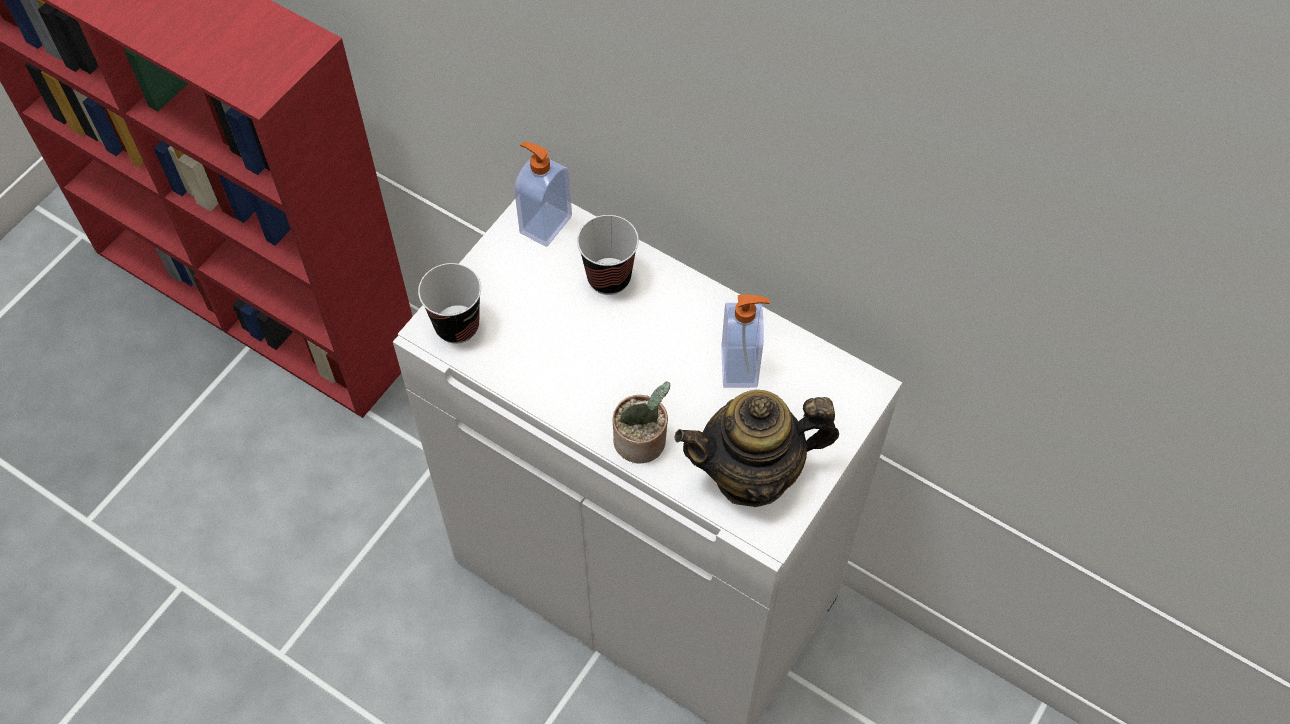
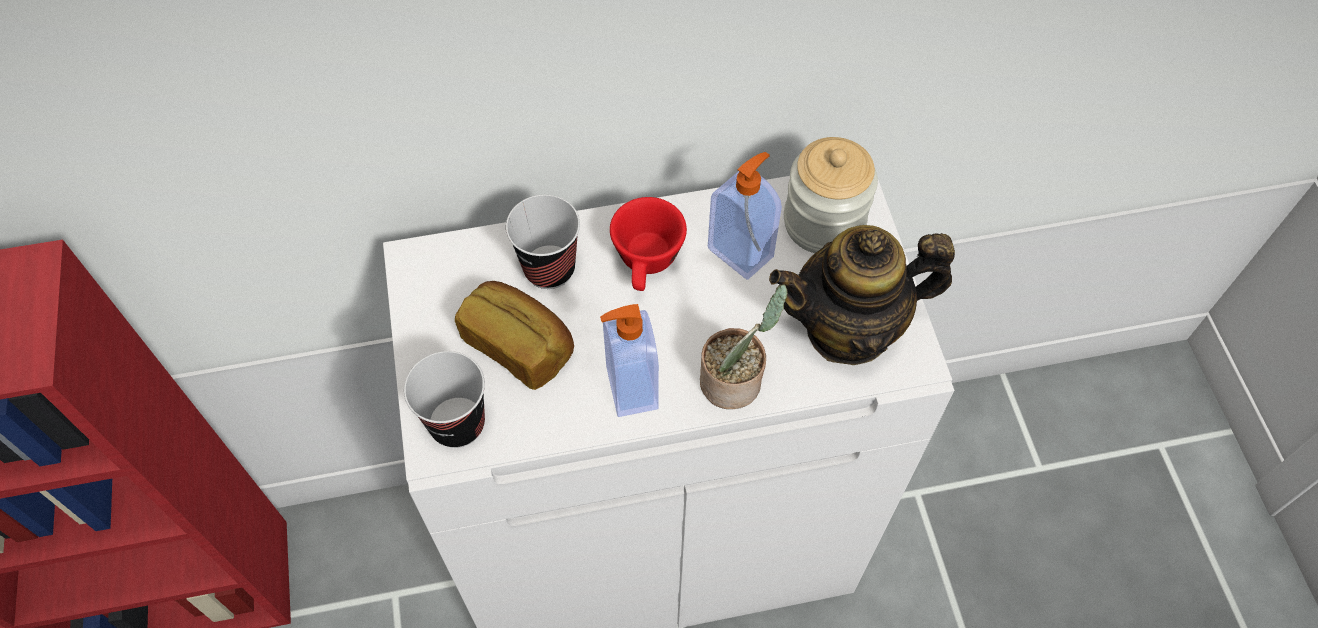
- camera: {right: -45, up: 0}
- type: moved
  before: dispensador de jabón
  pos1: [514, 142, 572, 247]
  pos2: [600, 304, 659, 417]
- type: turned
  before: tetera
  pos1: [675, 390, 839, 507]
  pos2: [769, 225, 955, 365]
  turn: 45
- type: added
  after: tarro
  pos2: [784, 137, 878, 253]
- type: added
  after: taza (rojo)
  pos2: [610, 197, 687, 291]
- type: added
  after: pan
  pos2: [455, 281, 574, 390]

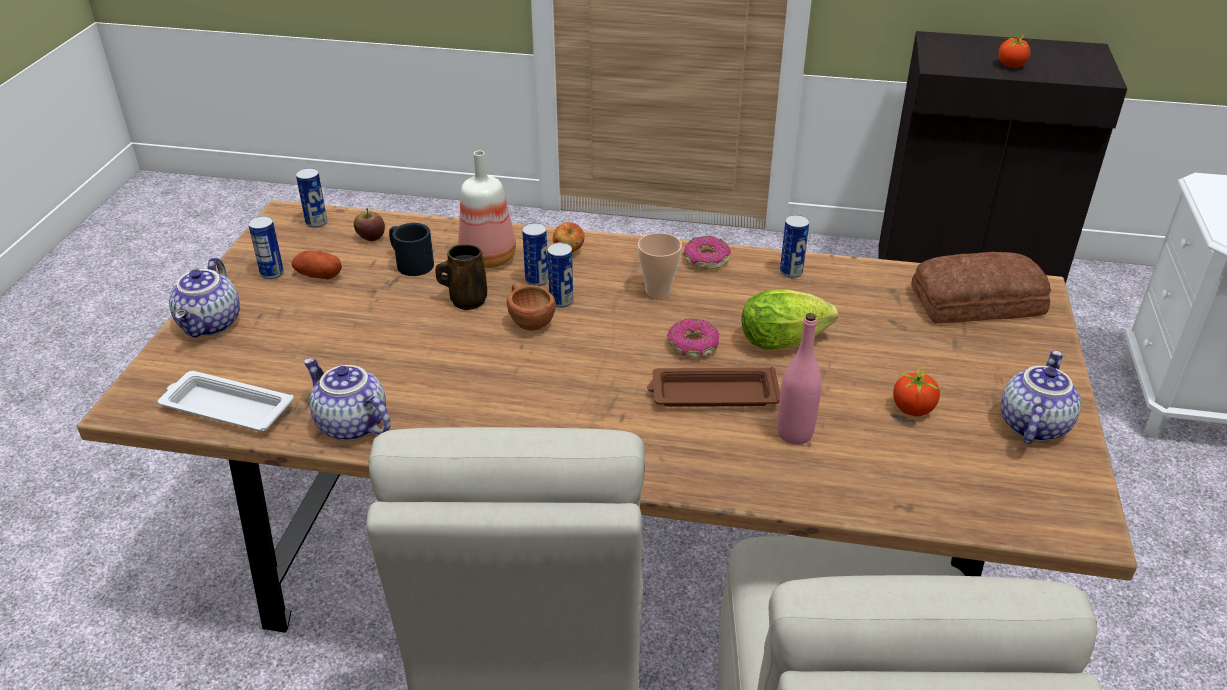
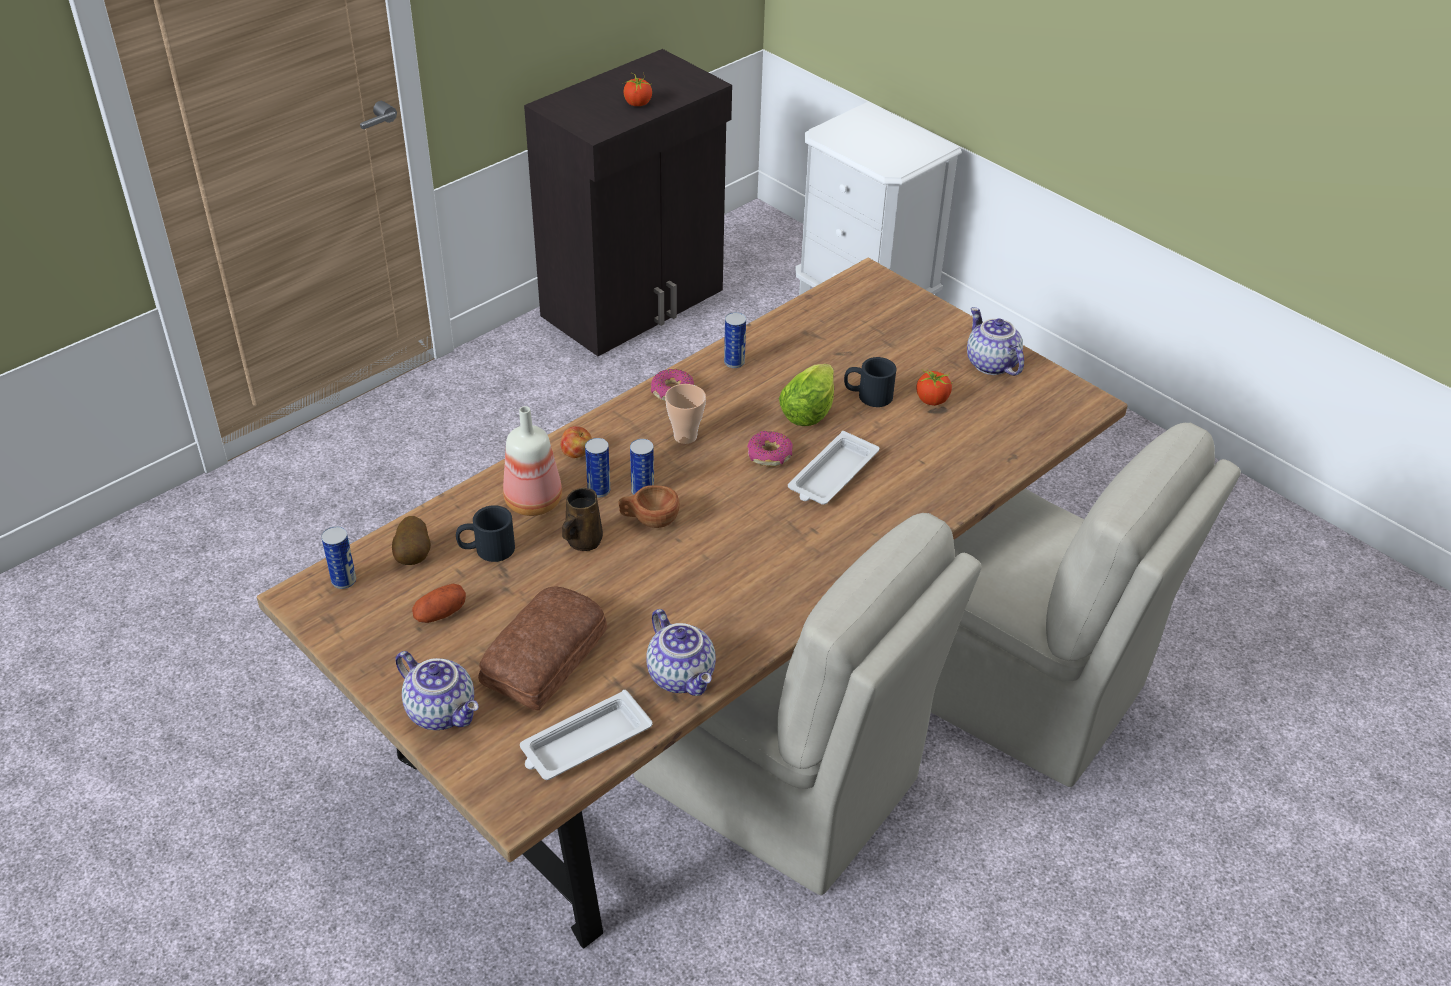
- camera: {right: -55, up: 5}
- type: replaced
  before: manzana
  after: patata
  pos1: [354, 208, 385, 241]
  pos2: [392, 516, 431, 565]
- type: removed
  before: lata
  pos1: [248, 216, 284, 280]
- type: moved
  before: pan
  pos1: [911, 252, 1051, 324]
  pos2: [478, 587, 607, 711]
- type: removed
  before: botella (rosa)
  pos1: [777, 313, 822, 445]
- type: turned
  before: tetera
  pos1: [304, 358, 391, 441]
  pos2: [646, 609, 716, 696]
  turn: -105
- type: recoloured
  before: bandeja (marrón)
  after: bandeja (blanco)
  pos1: [647, 367, 780, 407]
  pos2: [788, 431, 879, 505]
- type: added
  after: taza grande (negro)
  pos2: [844, 357, 896, 407]

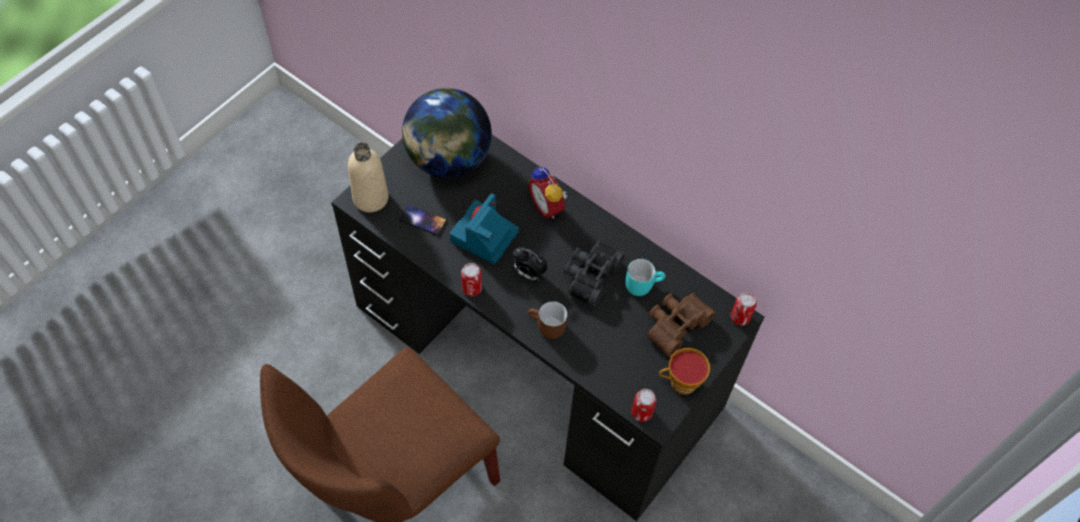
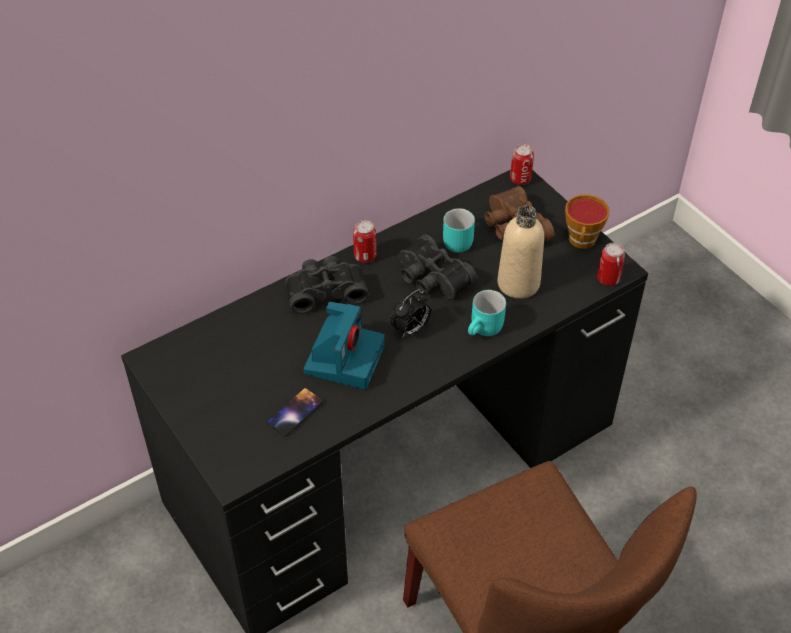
- camera: {right: -70, up: -10}
- type: removed
  before: globo terráqueo
  pos1: [402, 88, 492, 178]
- type: moved
  before: botella (beis)
  pos1: [348, 142, 388, 212]
  pos2: [497, 206, 544, 299]
- type: replaced
  before: despertador
  after: prismáticos (negro)
  pos1: [528, 167, 567, 219]
  pos2: [285, 256, 369, 314]
- type: turned
  before: cámara
  pos1: [450, 193, 519, 264]
  pos2: [304, 302, 385, 390]
  turn: -120
- type: moved
  before: lata
  pos1: [461, 263, 482, 296]
  pos2: [353, 220, 377, 262]
- type: recoloured
  before: taza grande (marrón)
  after: taza grande (turquesa)
  pos1: [528, 301, 568, 339]
  pos2: [468, 290, 506, 336]

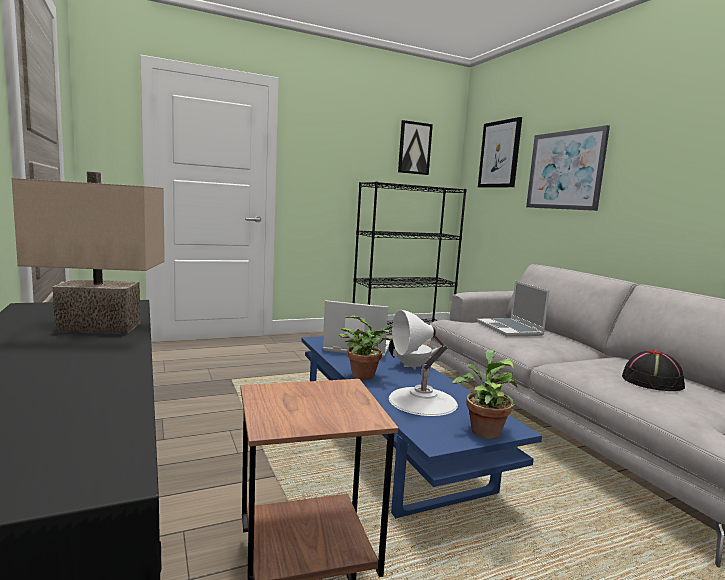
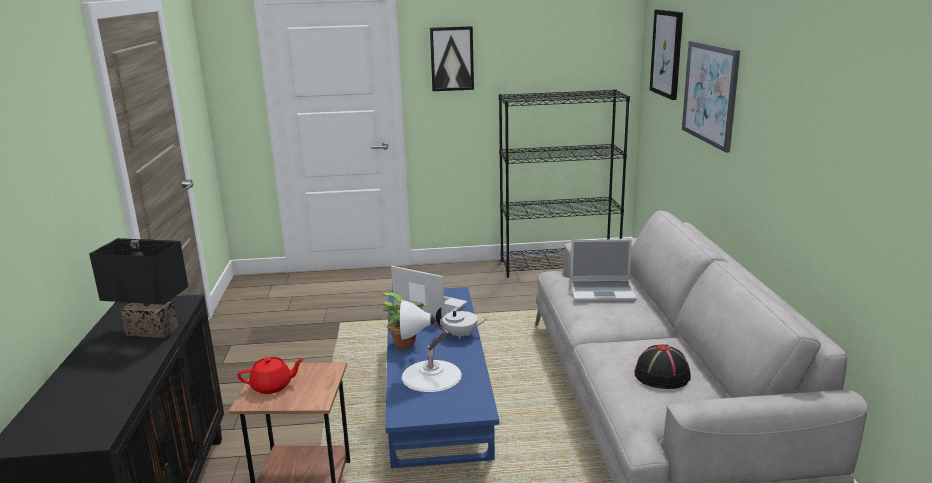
- camera: {right: 20, up: 10}
- type: moved
  before: cuadro
  pos1: [398, 120, 433, 175]
  pos2: [430, 26, 474, 91]
- type: recoloured
  before: lámpara de mesa (beis)
  after: lámpara de mesa (negro)
  pos1: [12, 171, 165, 334]
  pos2: [89, 238, 188, 338]
- type: turned
  before: portátil
  pos1: [477, 281, 549, 337]
  pos2: [570, 239, 637, 302]
  turn: -90
- type: removed
  before: planta en maceta
  pos1: [452, 349, 517, 439]
- type: added
  after: tetera (rojo)
  pos2: [237, 357, 304, 394]

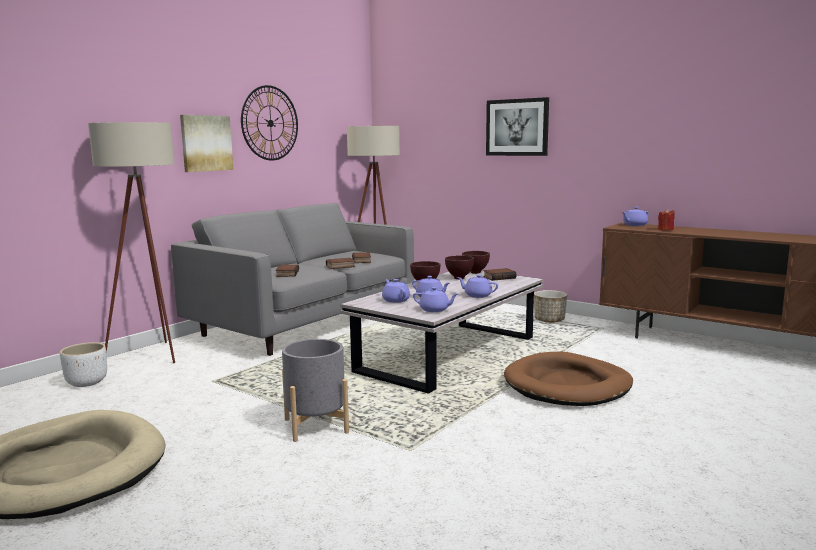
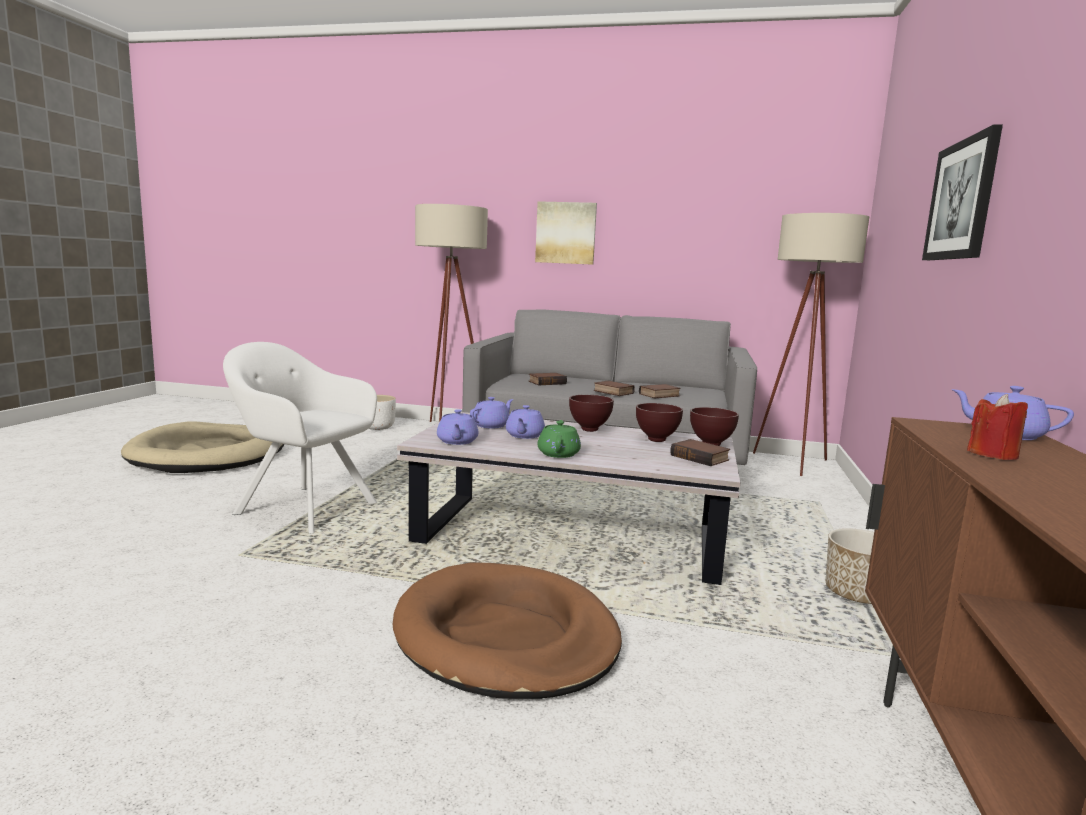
- camera: {right: 65, up: 0}
- type: removed
  before: reloj de pared
  pos1: [241, 85, 298, 161]
- type: recoloured
  before: tetera (morado)
  after: tetera (verde)
  pos1: [457, 275, 498, 298]
  pos2: [538, 420, 581, 458]
- type: replaced
  before: maceta (gris)
  after: sillón (blanco)
  pos1: [282, 339, 349, 442]
  pos2: [223, 342, 377, 534]

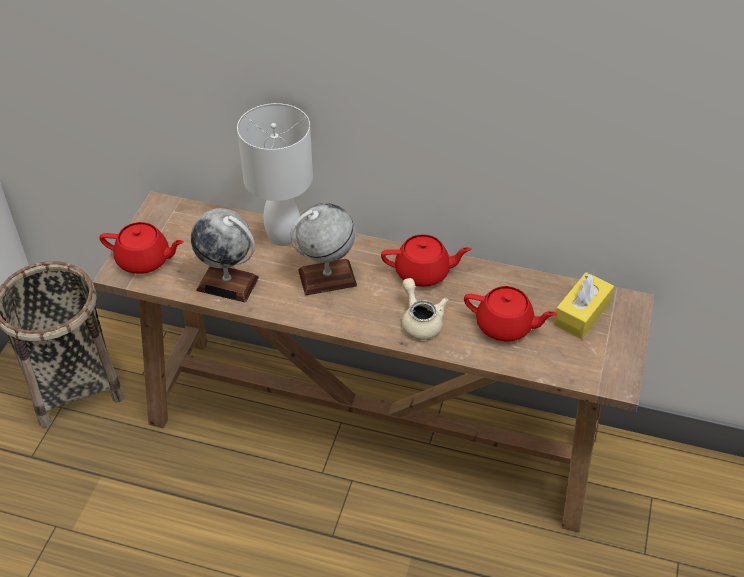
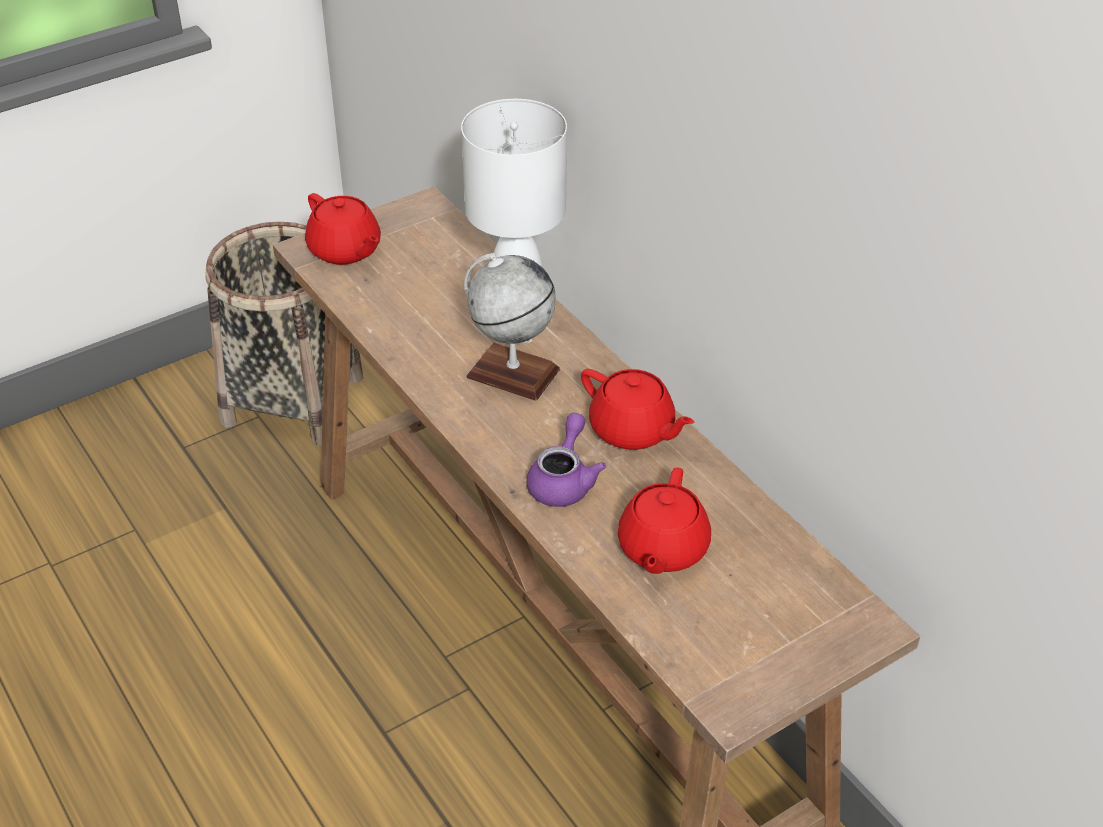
- camera: {right: 40, up: -5}
- type: removed
  before: globo terráqueo
  pos1: [191, 208, 259, 302]
- type: removed
  before: caja de pañuelos (amarillo)
  pos1: [553, 272, 614, 339]
- type: recoloured
  before: tetera (beis)
  after: tetera (morado)
  pos1: [402, 278, 448, 340]
  pos2: [526, 413, 606, 507]
- type: turned
  before: tetera (rojo)
  pos1: [464, 286, 557, 342]
  pos2: [618, 468, 711, 574]
  turn: 45

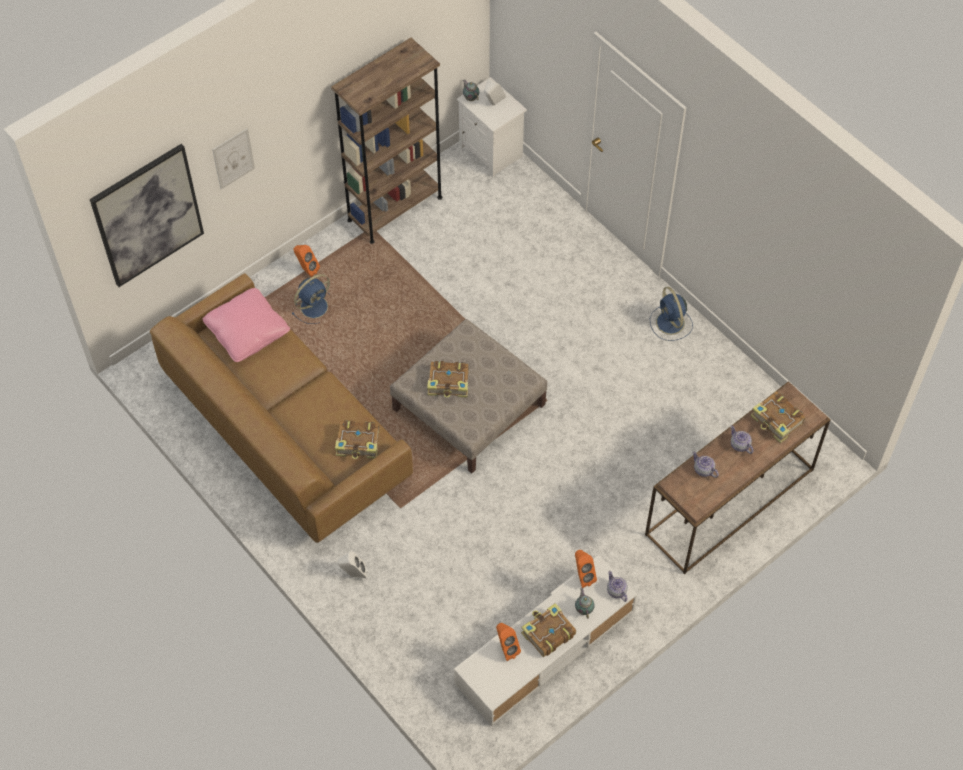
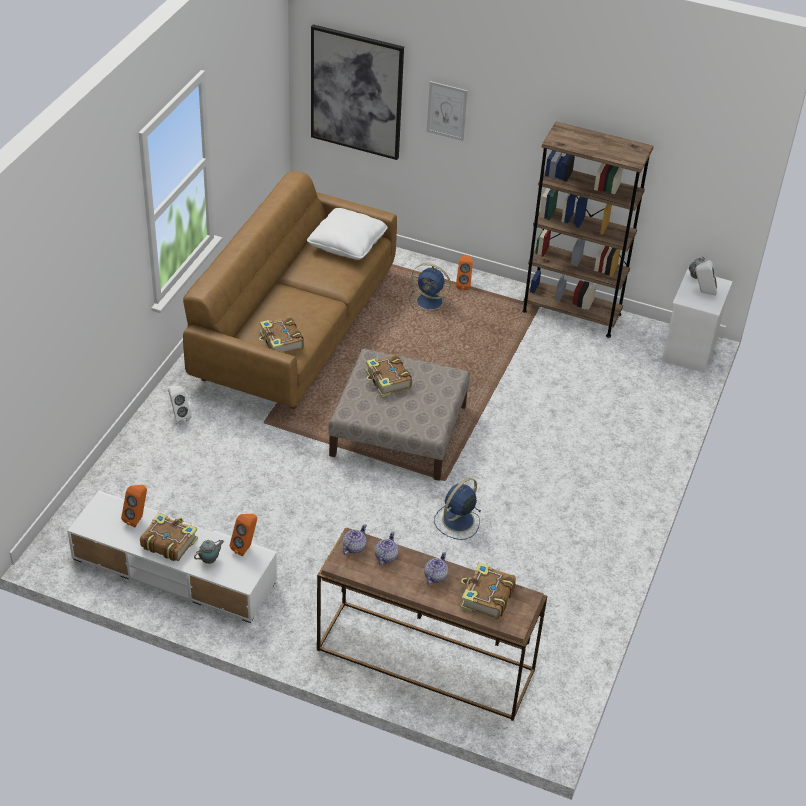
- camera: {right: 60, up: -15}
- type: moved
  before: ventilador (azul)
  pos1: [650, 287, 693, 341]
  pos2: [434, 478, 482, 540]
- type: recoloured
  before: cojín (rosa)
  after: cojín (blanco)
  pos1: [203, 288, 290, 362]
  pos2: [307, 208, 388, 259]
- type: moved
  before: tetera
  pos1: [607, 571, 628, 602]
  pos2: [343, 524, 367, 555]

